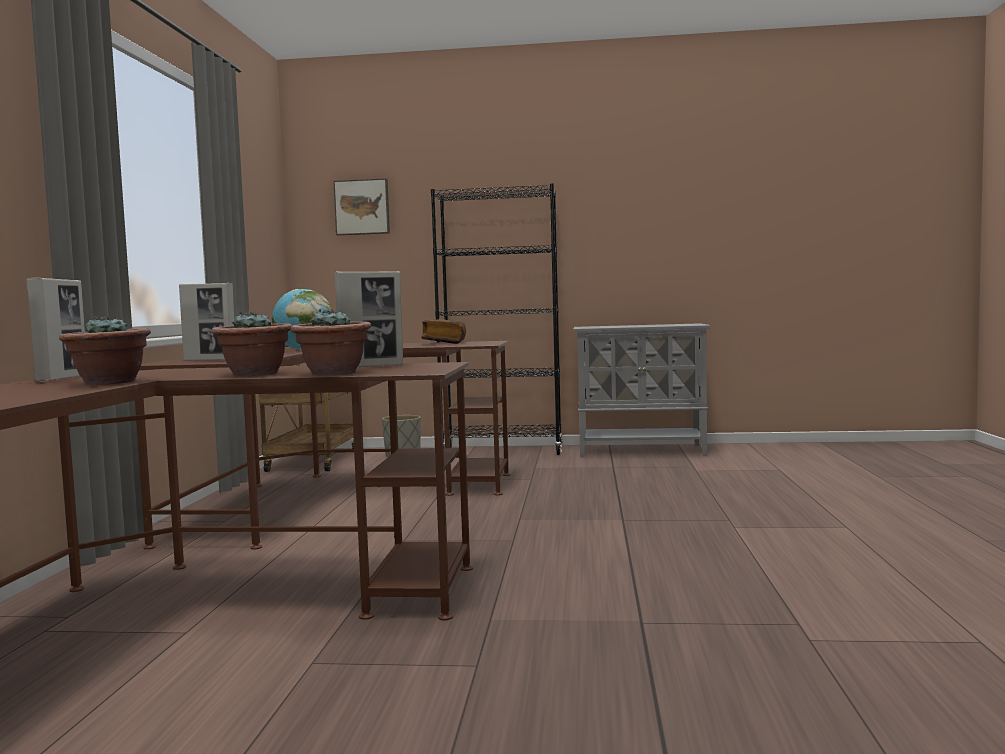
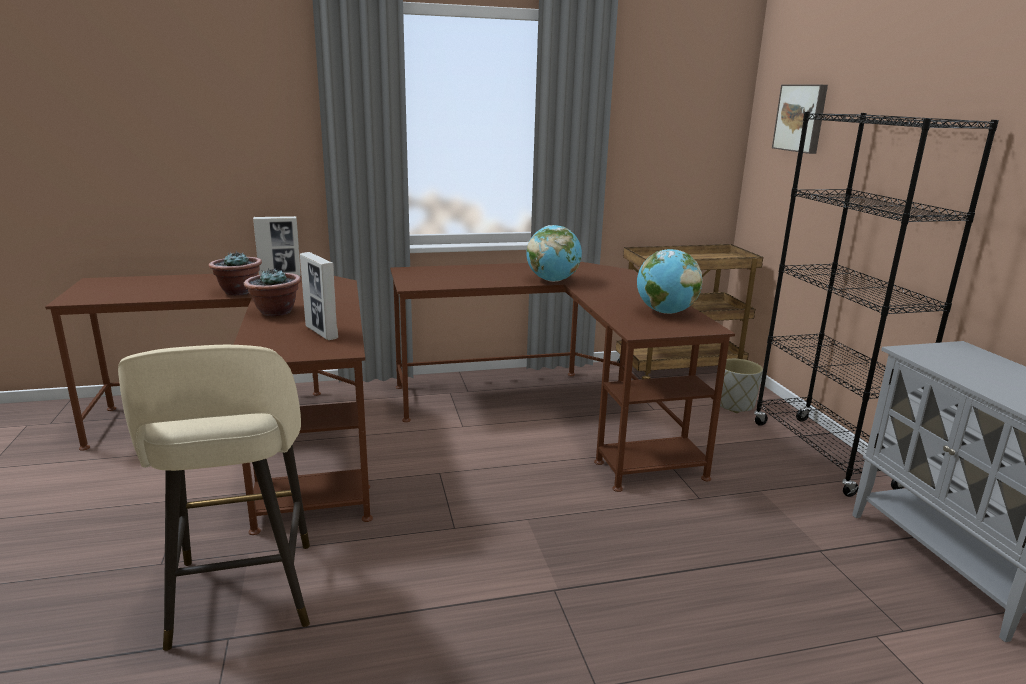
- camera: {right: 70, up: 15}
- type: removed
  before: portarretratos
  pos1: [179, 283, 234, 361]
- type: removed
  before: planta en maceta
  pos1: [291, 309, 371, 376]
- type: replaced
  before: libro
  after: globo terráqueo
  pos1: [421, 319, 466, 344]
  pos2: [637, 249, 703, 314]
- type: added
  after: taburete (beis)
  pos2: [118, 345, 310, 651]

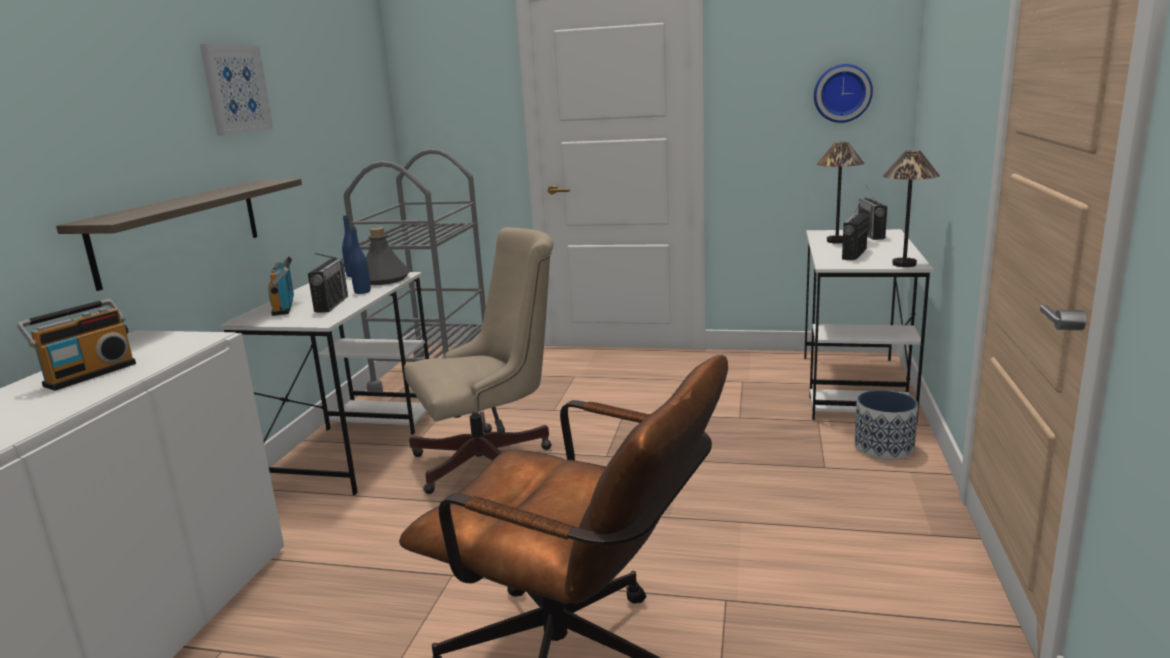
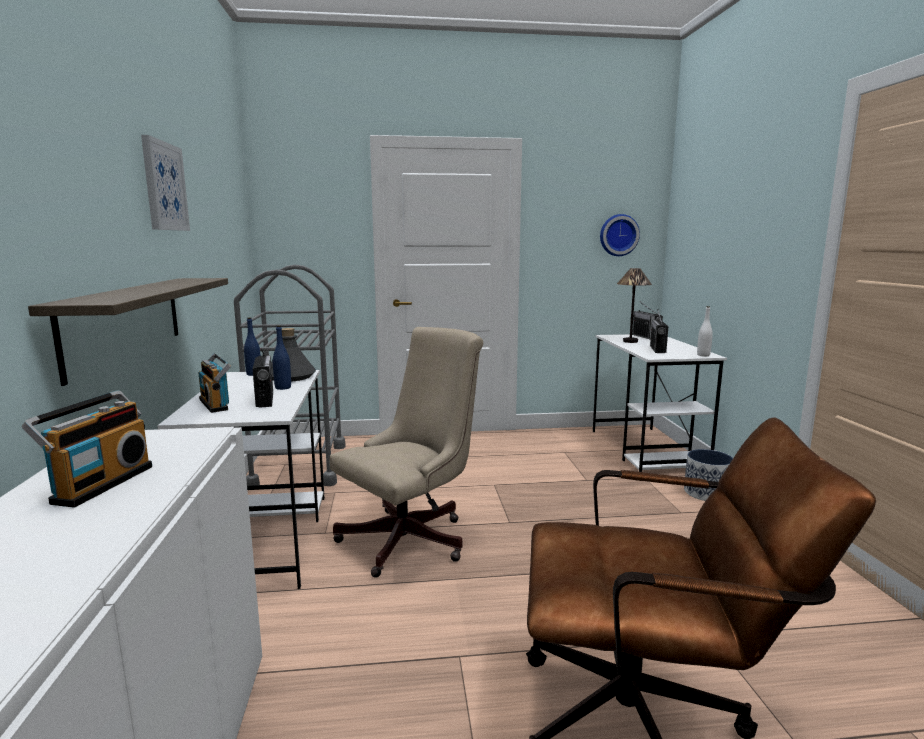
- camera: {right: -20, up: -5}
- type: replaced
  before: lámpara de mesa
  after: botella (blanco)
  pos1: [883, 150, 940, 267]
  pos2: [697, 306, 713, 356]

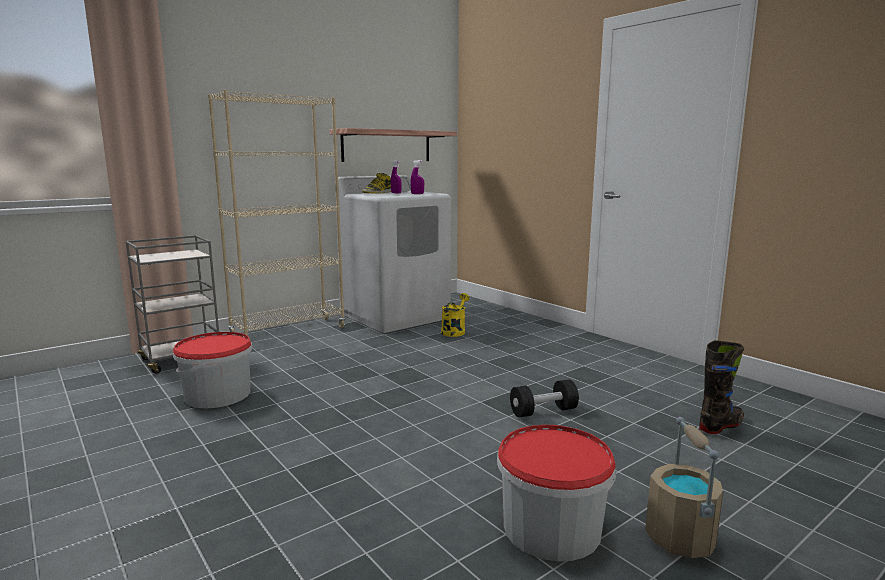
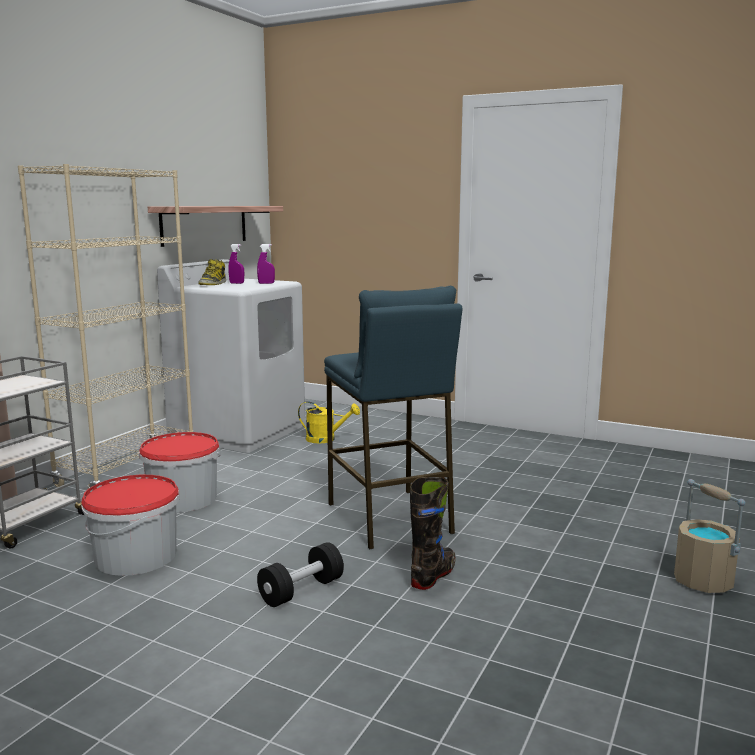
- camera: {right: -25, up: 0}
- type: turned
  before: regadera (amarillo)
  pos1: [441, 293, 470, 337]
  pos2: [298, 401, 360, 443]
  turn: 105
- type: moved
  before: bota (negro)
  pos1: [699, 340, 744, 434]
  pos2: [410, 477, 455, 590]
- type: moved
  before: mancuerna (negro)
  pos1: [510, 379, 579, 417]
  pos2: [257, 542, 344, 607]
- type: moved
  before: cubo
  pos1: [497, 425, 616, 562]
  pos2: [139, 432, 221, 513]
- type: added
  after: taburete (azul)
  pos2: [324, 286, 462, 549]

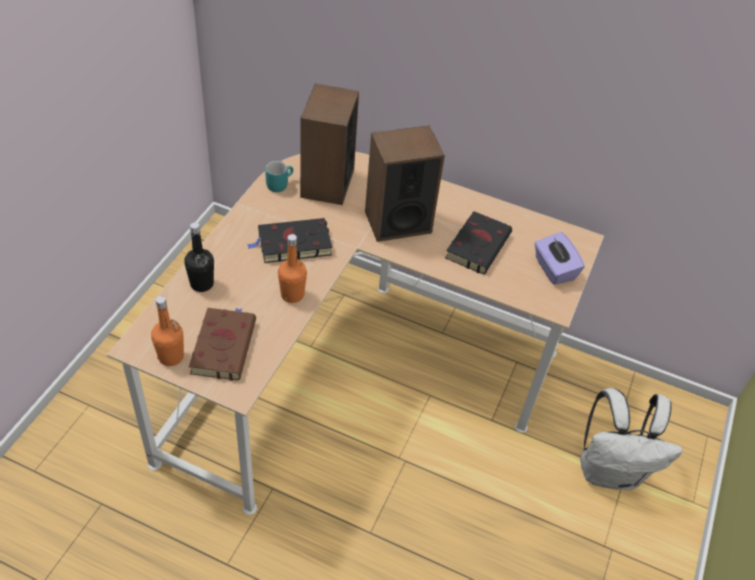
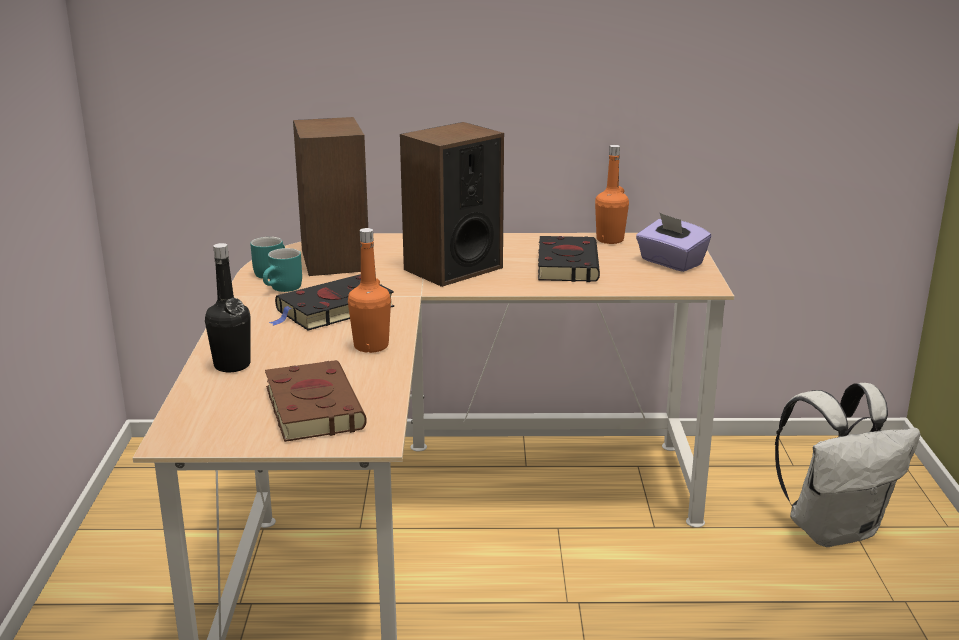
- camera: {right: -20, up: -25}
- type: moved
  before: botella (naranja)
  pos1: [151, 296, 184, 366]
  pos2: [595, 145, 629, 244]
- type: added
  after: taza grande (turquesa)
  pos2: [263, 248, 302, 292]

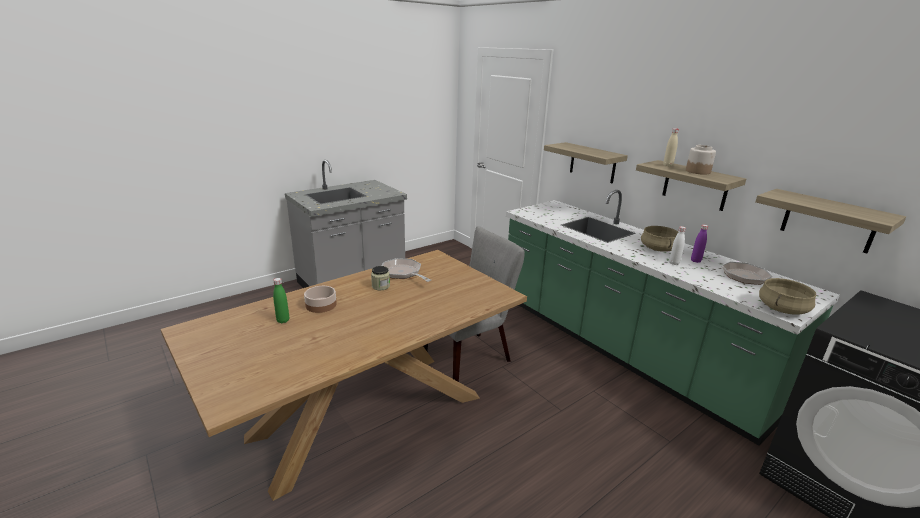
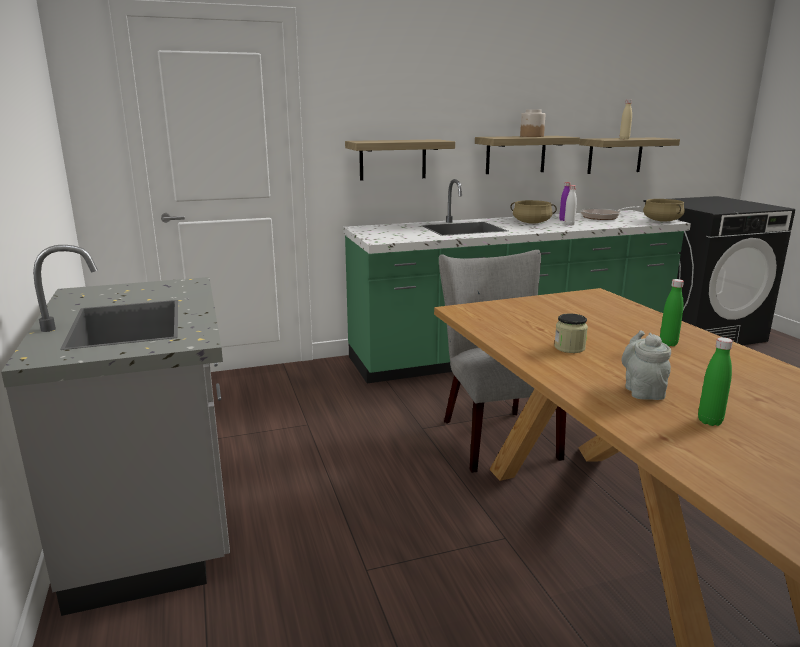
- camera: {right: -70, up: -5}
- type: moved
  before: botella (beis)
  pos1: [663, 128, 679, 167]
  pos2: [620, 100, 632, 139]
- type: removed
  before: sartén
  pos1: [382, 258, 431, 282]
- type: replaced
  before: cuenco
  after: tetera (gris)
  pos1: [304, 286, 337, 313]
  pos2: [622, 330, 671, 400]
- type: added
  after: botella (verde)
  pos2: [660, 279, 684, 346]

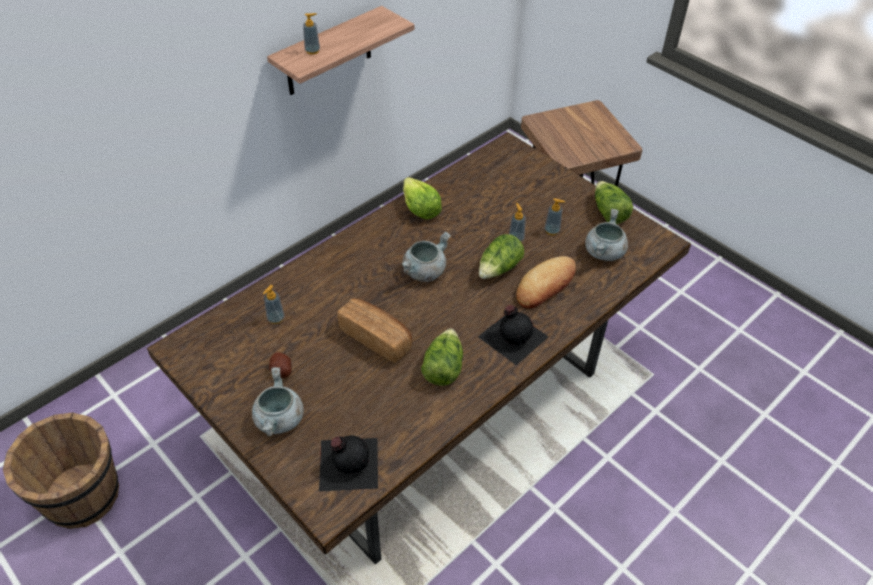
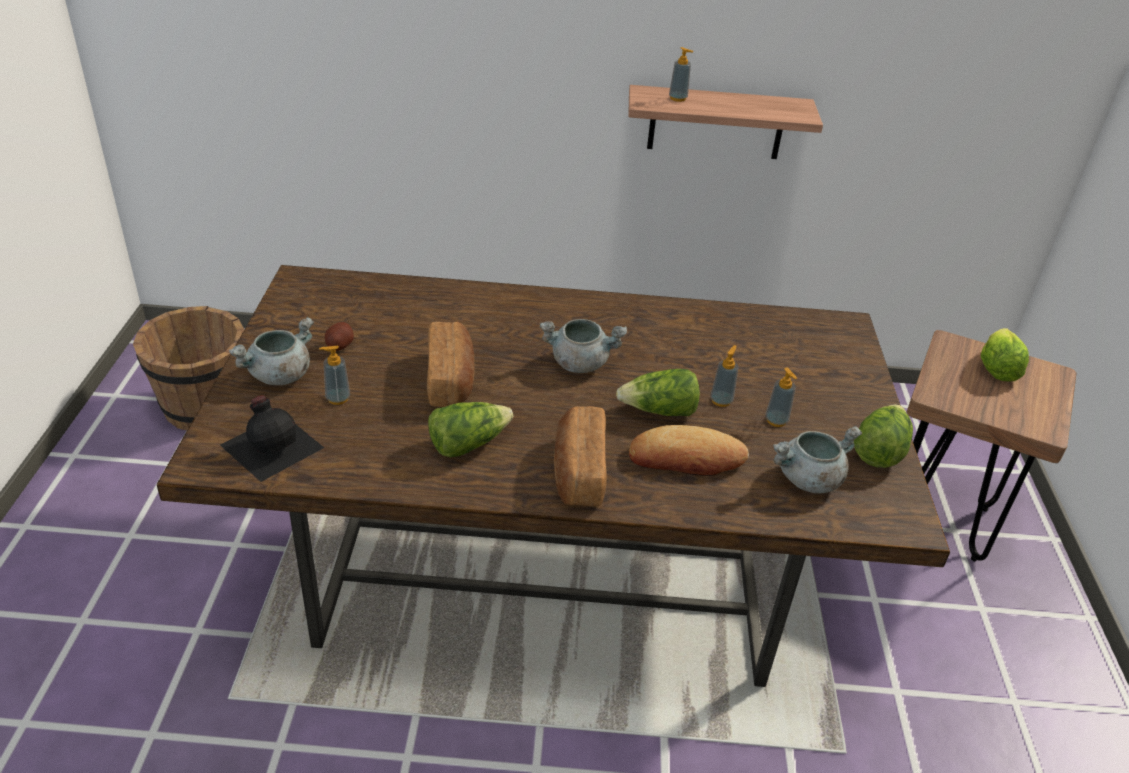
- camera: {right: 45, up: -10}
- type: moved
  before: lechuga
  pos1: [403, 177, 442, 219]
  pos2: [981, 328, 1029, 382]
- type: moved
  before: dispensador de jabón
  pos1: [263, 285, 285, 324]
  pos2: [319, 346, 350, 405]
- type: replaced
  before: botella (negro)
  after: pan
  pos1: [478, 305, 548, 365]
  pos2: [554, 406, 607, 506]

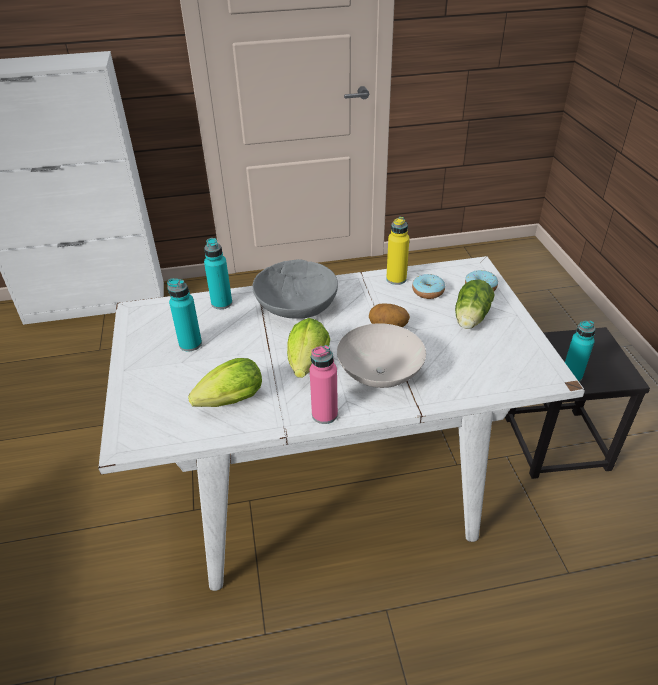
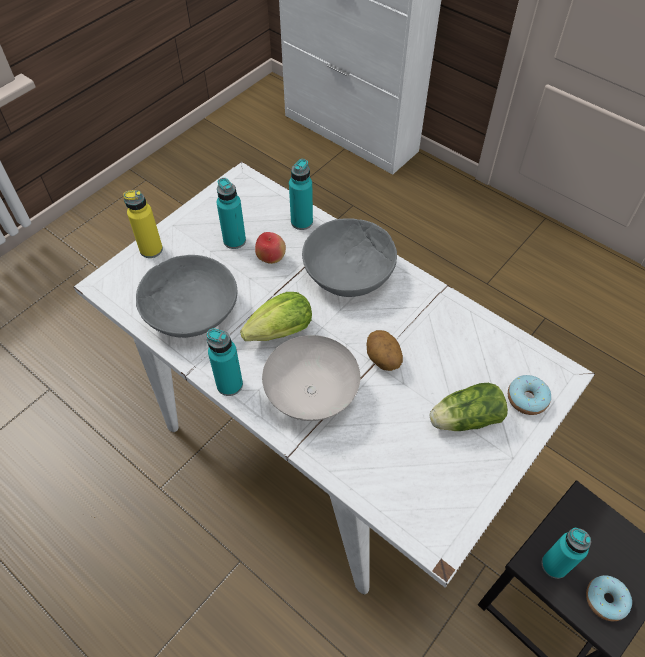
- camera: {right: 50, up: 15}
- type: moved
  before: botella (amarillo)
  pos1: [386, 217, 410, 285]
  pos2: [123, 190, 163, 258]
- type: moved
  before: rosquilla
  pos1: [412, 274, 445, 299]
  pos2: [586, 575, 632, 621]
- type: recoloured
  before: botella (rosa)
  after: botella (turquesa)
  pos1: [310, 345, 338, 424]
  pos2: [207, 328, 243, 396]
- type: replaced
  before: lechuga
  after: cuenco (gris)
  pos1: [188, 358, 262, 407]
  pos2: [136, 255, 237, 338]
- type: added
  after: manzana
  pos2: [255, 232, 286, 264]

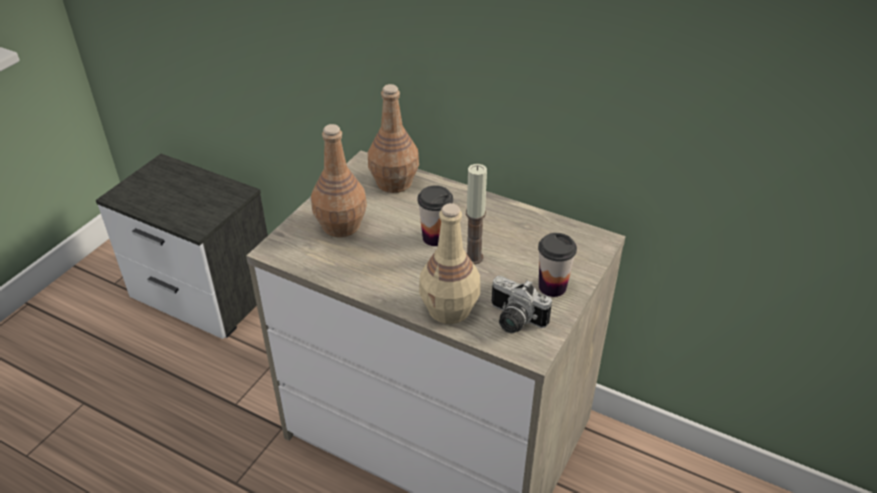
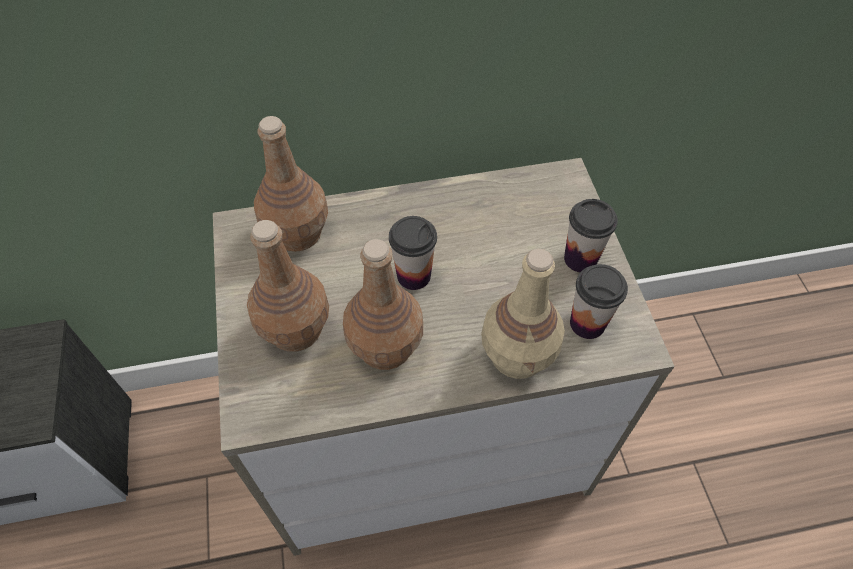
- camera: {right: -40, up: 15}
- type: removed
  before: vela
  pos1: [466, 164, 487, 264]
- type: replaced
  before: cámara
  after: taza
  pos1: [492, 275, 552, 333]
  pos2: [570, 264, 628, 339]
- type: added
  after: botella (marrón)
  pos2: [343, 239, 423, 370]

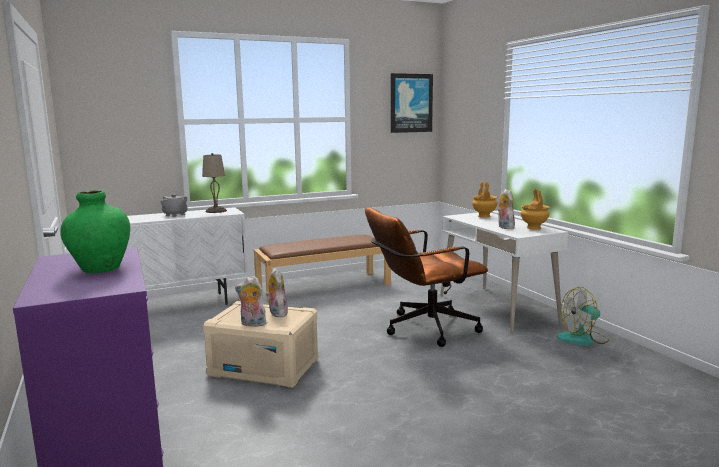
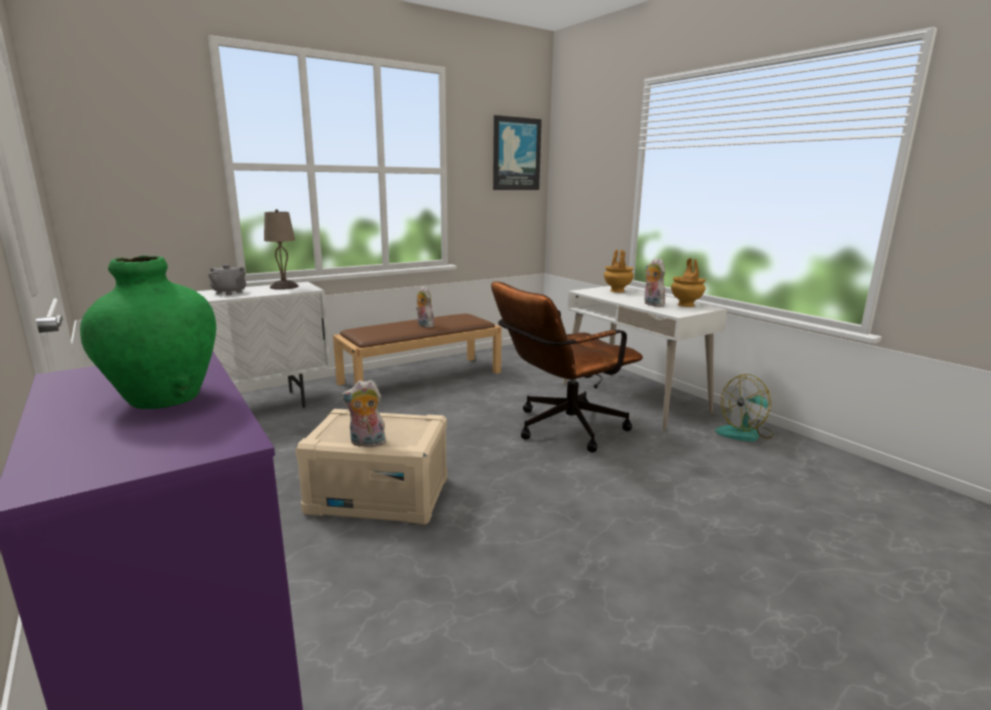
- camera: {right: -10, up: 5}
- type: moved
  before: peluche
  pos1: [266, 268, 288, 317]
  pos2: [416, 286, 434, 328]

